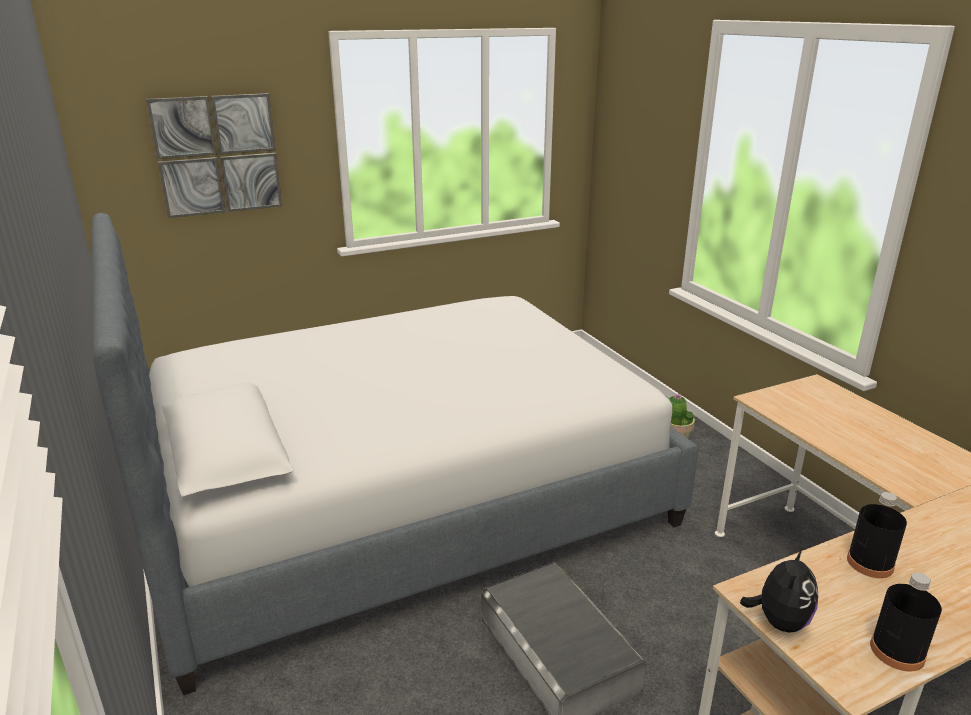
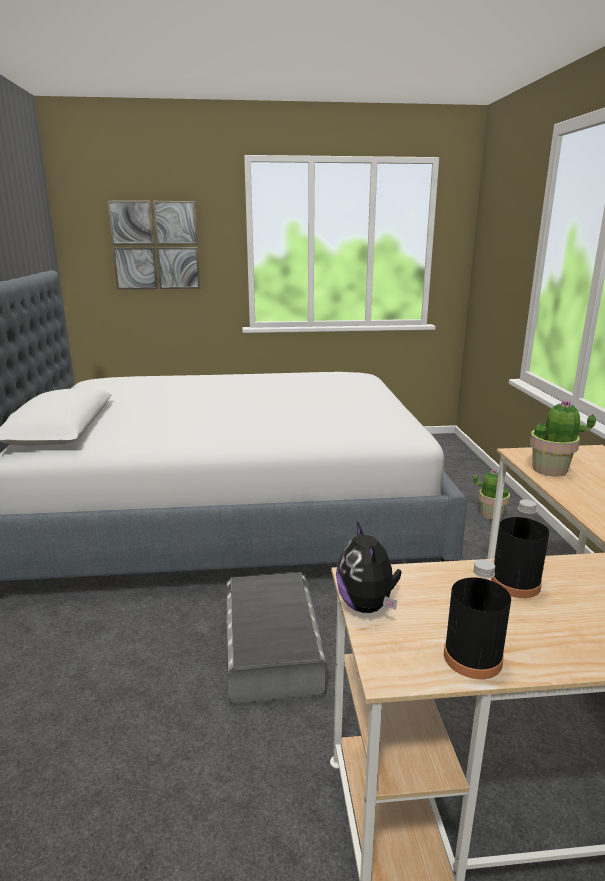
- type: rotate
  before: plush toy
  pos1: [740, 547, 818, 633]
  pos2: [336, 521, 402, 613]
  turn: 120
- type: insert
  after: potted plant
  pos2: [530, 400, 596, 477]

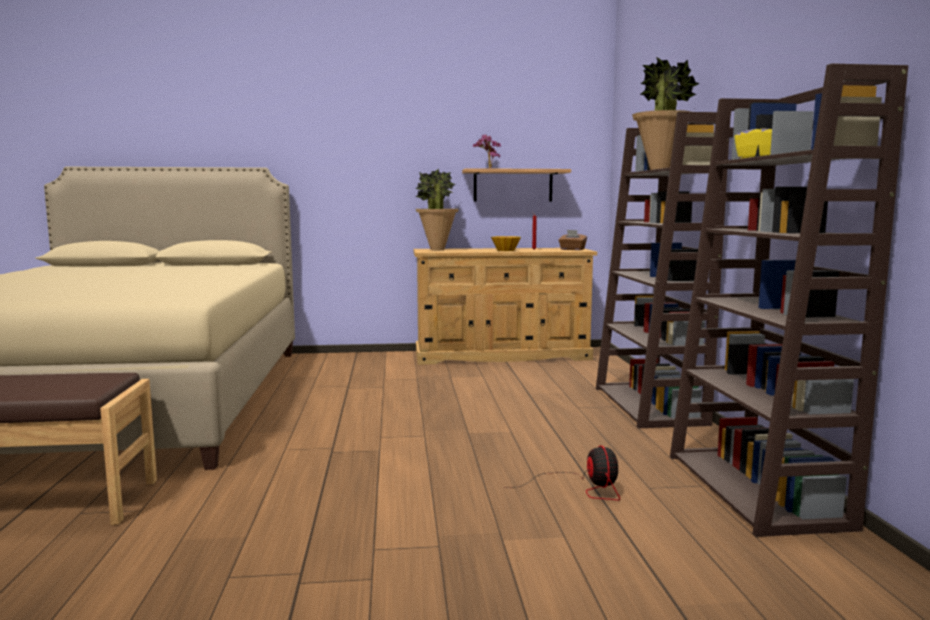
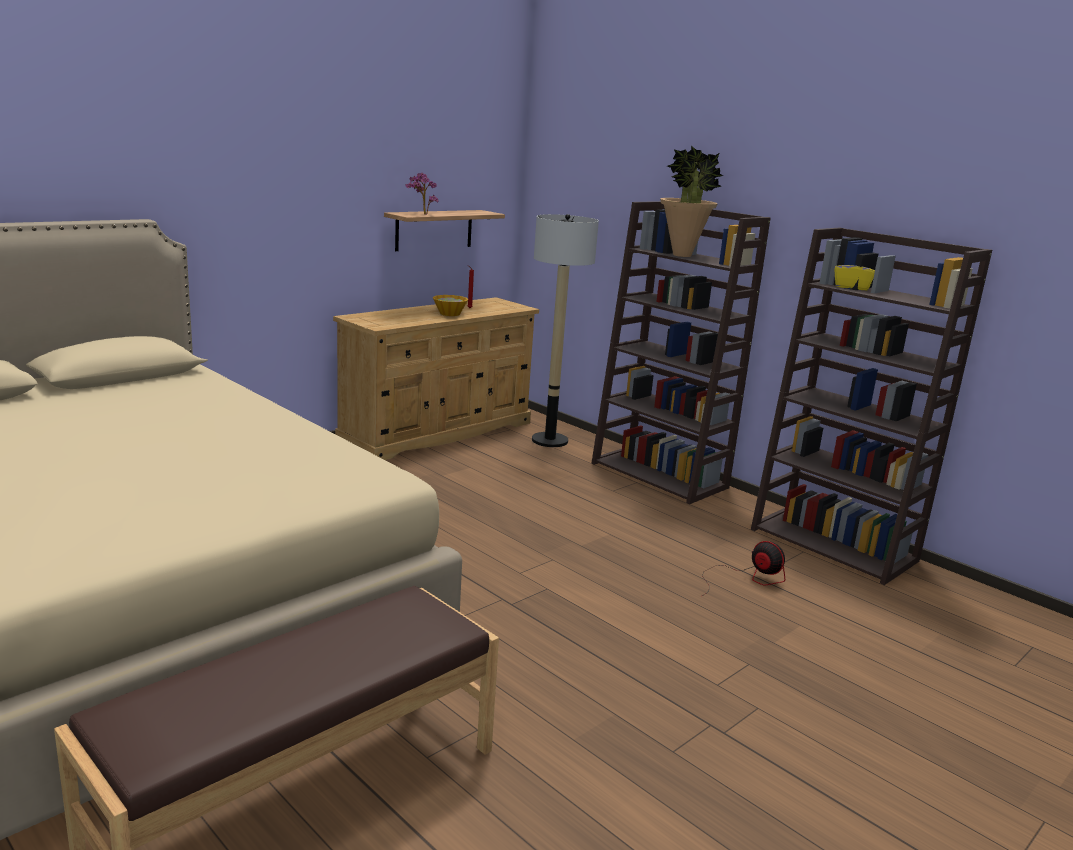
- type: delete
  before: potted plant
  pos1: [415, 169, 459, 250]
- type: delete
  before: brown tissue box
  pos1: [559, 230, 587, 250]
- type: insert
  after: floor lamp
  pos2: [532, 214, 599, 447]

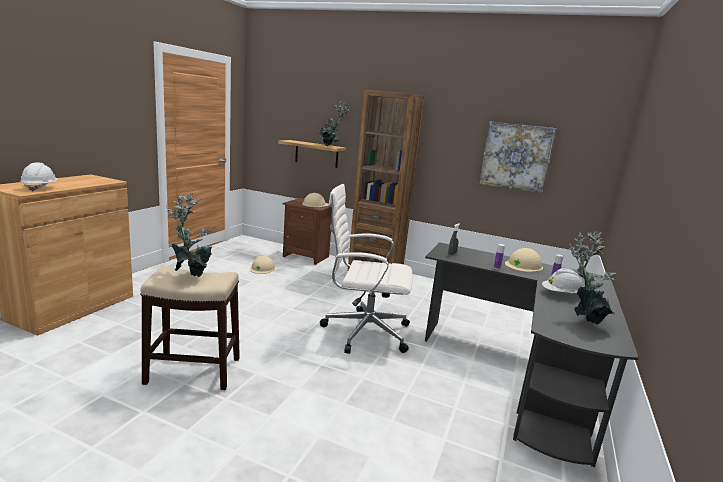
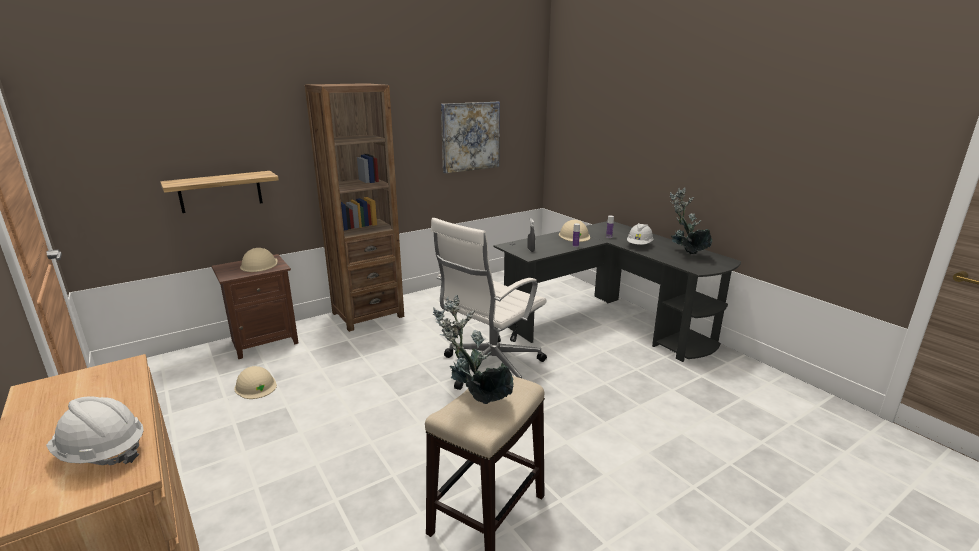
- type: delete
  before: potted plant
  pos1: [319, 100, 350, 146]

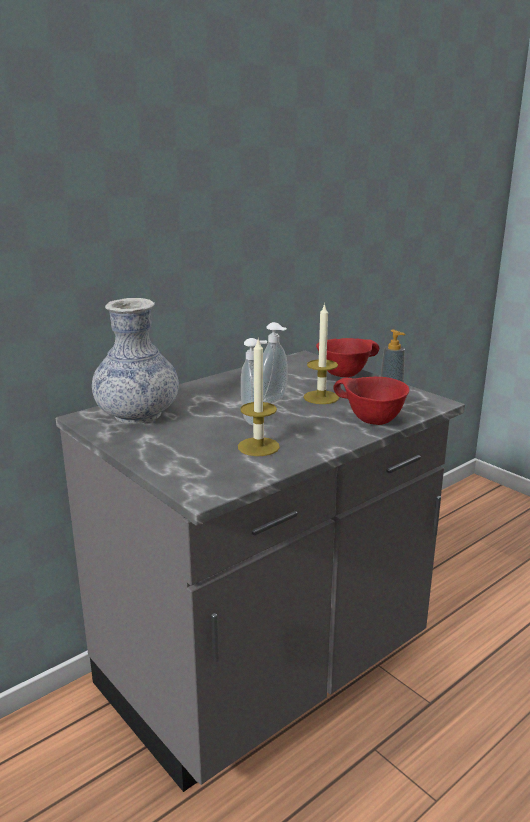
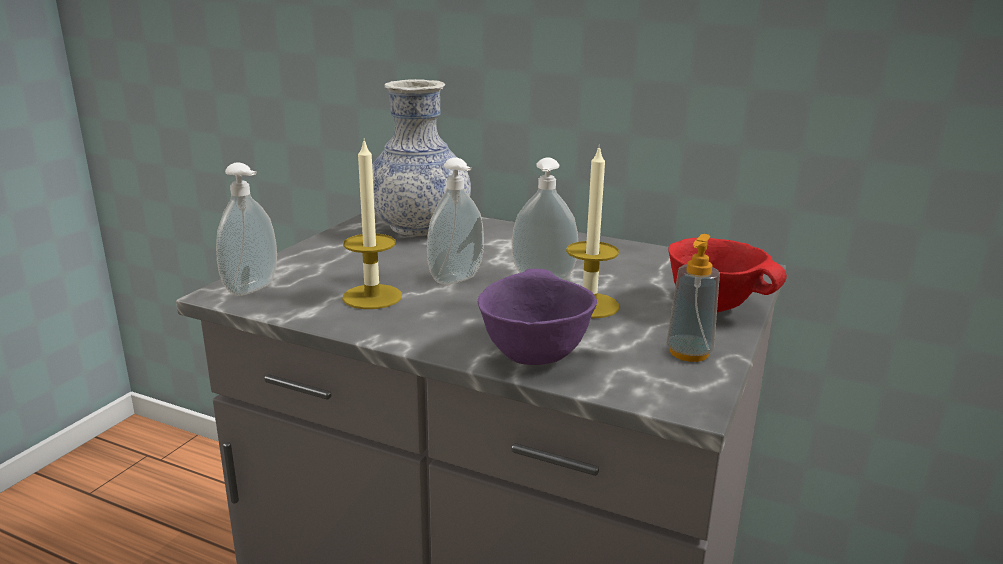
- type: recolor
  before: red bowl
  after: purple bowl
  pos1: [333, 377, 409, 425]
  pos2: [478, 269, 597, 365]
- type: insert
  after: soap dispenser
  pos2: [216, 162, 277, 296]

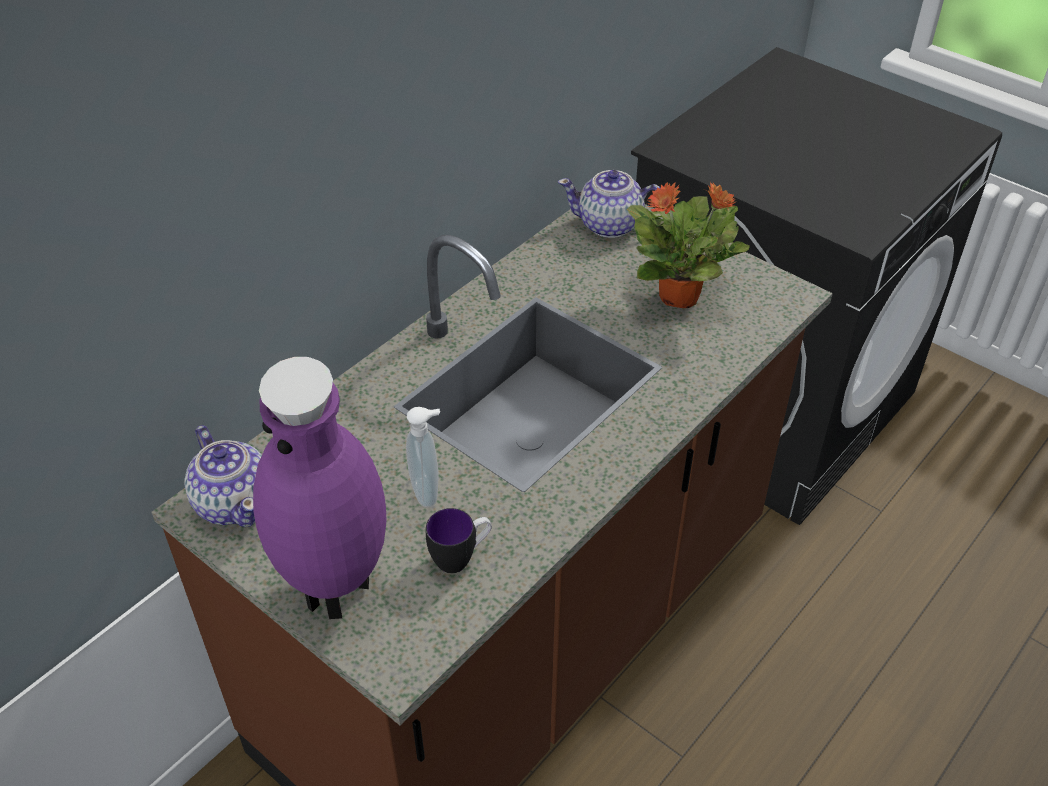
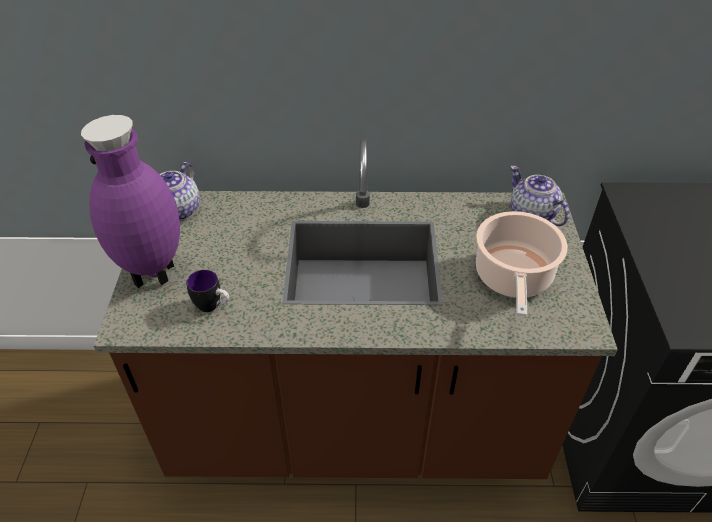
- type: delete
  before: soap dispenser
  pos1: [406, 407, 440, 507]
- type: replace
  before: potted plant
  after: cooking pot
  pos1: [627, 182, 750, 308]
  pos2: [476, 211, 568, 317]

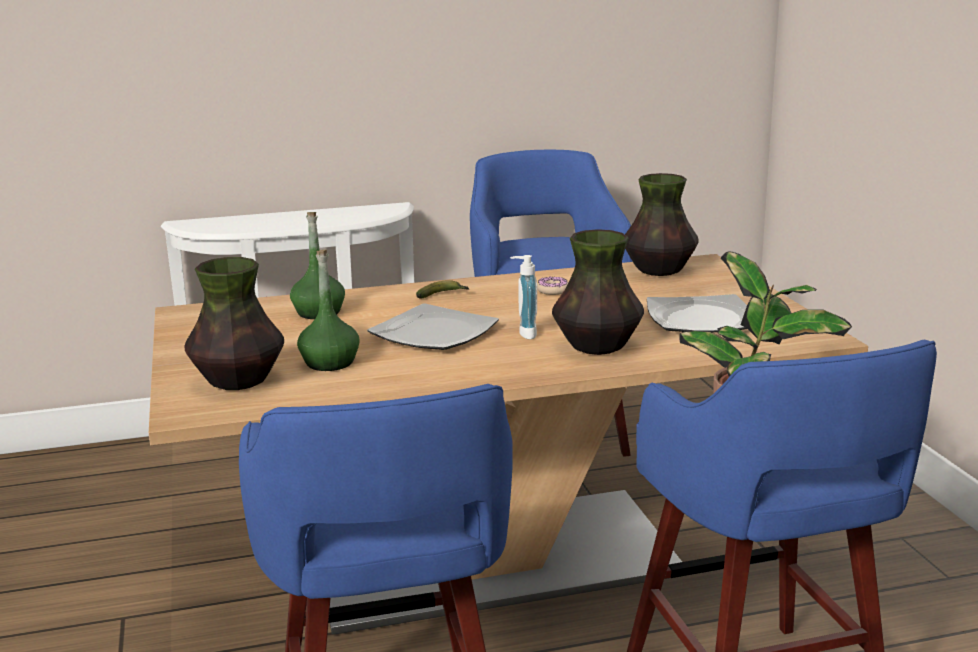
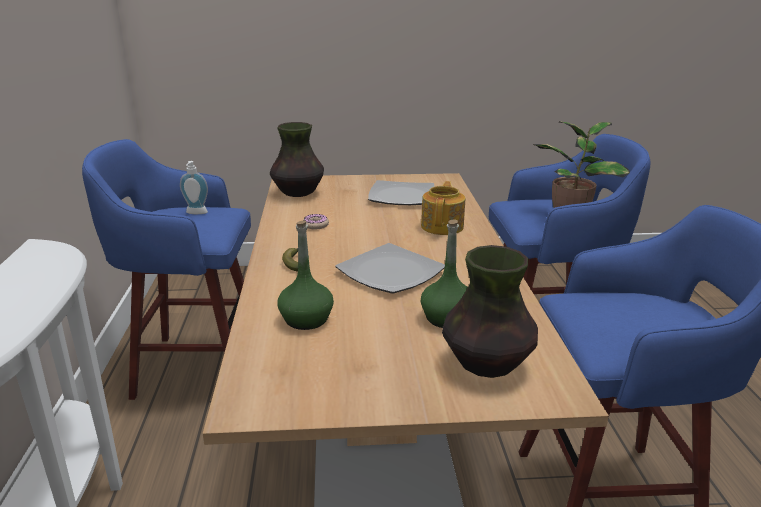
- type: move
  before: soap dispenser
  pos1: [510, 255, 537, 339]
  pos2: [180, 161, 208, 214]
- type: replace
  before: vase
  after: teapot
  pos1: [552, 229, 644, 355]
  pos2: [421, 181, 465, 235]

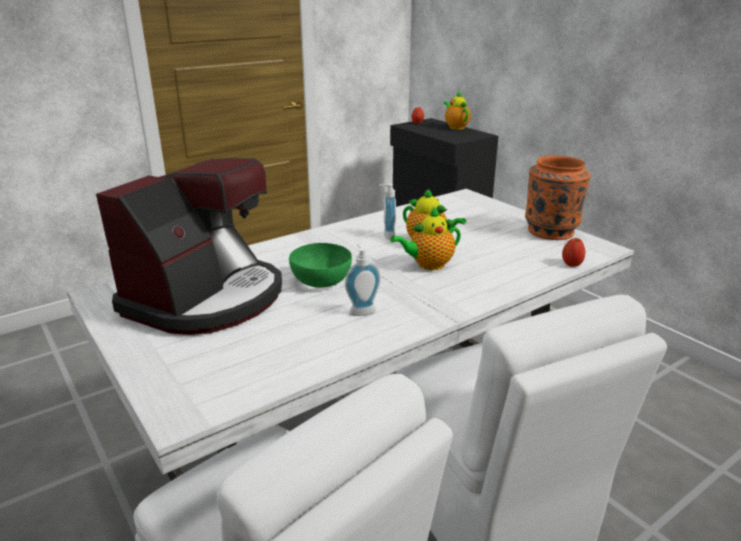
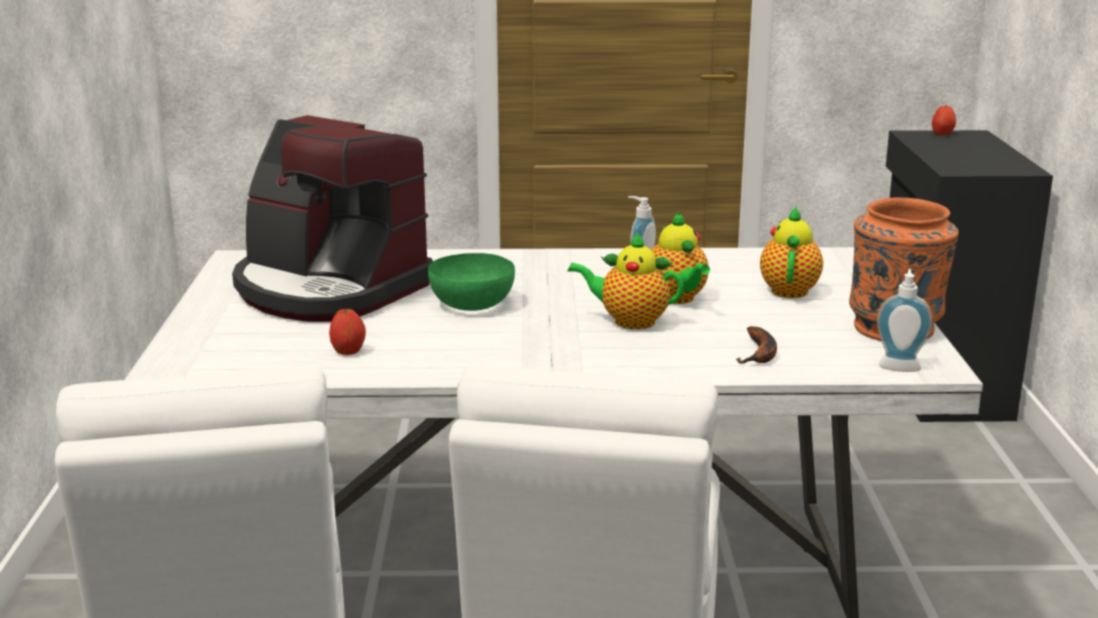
- type: rotate
  before: coffee machine
  pos1: [96, 158, 282, 335]
  pos2: [232, 115, 433, 322]
  turn: 60
- type: move
  before: soap dispenser
  pos1: [345, 244, 380, 316]
  pos2: [877, 269, 932, 372]
- type: move
  before: teapot
  pos1: [443, 91, 471, 130]
  pos2: [760, 206, 823, 298]
- type: move
  before: apple
  pos1: [562, 238, 586, 267]
  pos2: [329, 308, 366, 355]
- type: insert
  after: banana
  pos2: [736, 326, 777, 364]

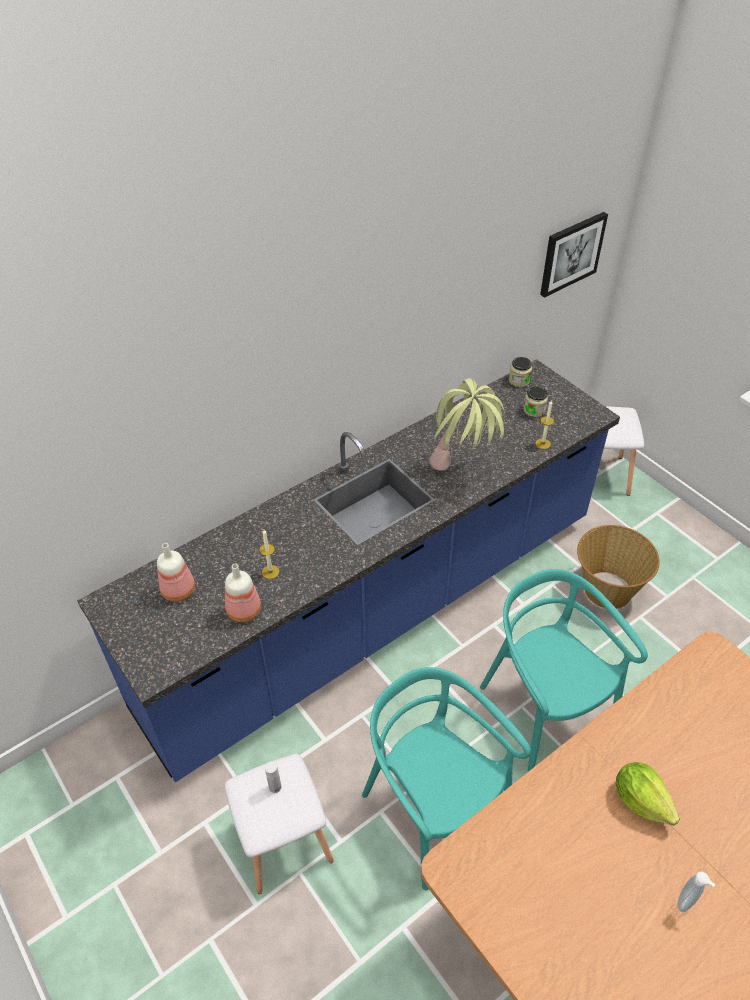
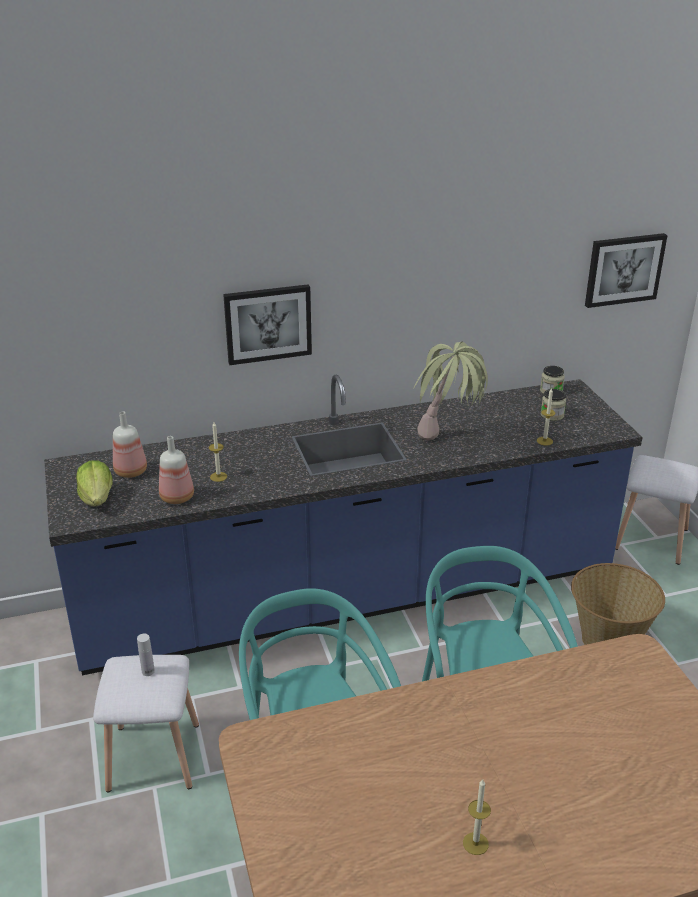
- type: move
  before: lettuce
  pos1: [616, 762, 680, 826]
  pos2: [76, 461, 113, 506]
- type: replace
  before: soap dispenser
  after: candle
  pos1: [677, 871, 715, 912]
  pos2: [463, 779, 491, 855]
- type: insert
  after: picture
  pos2: [223, 284, 312, 365]

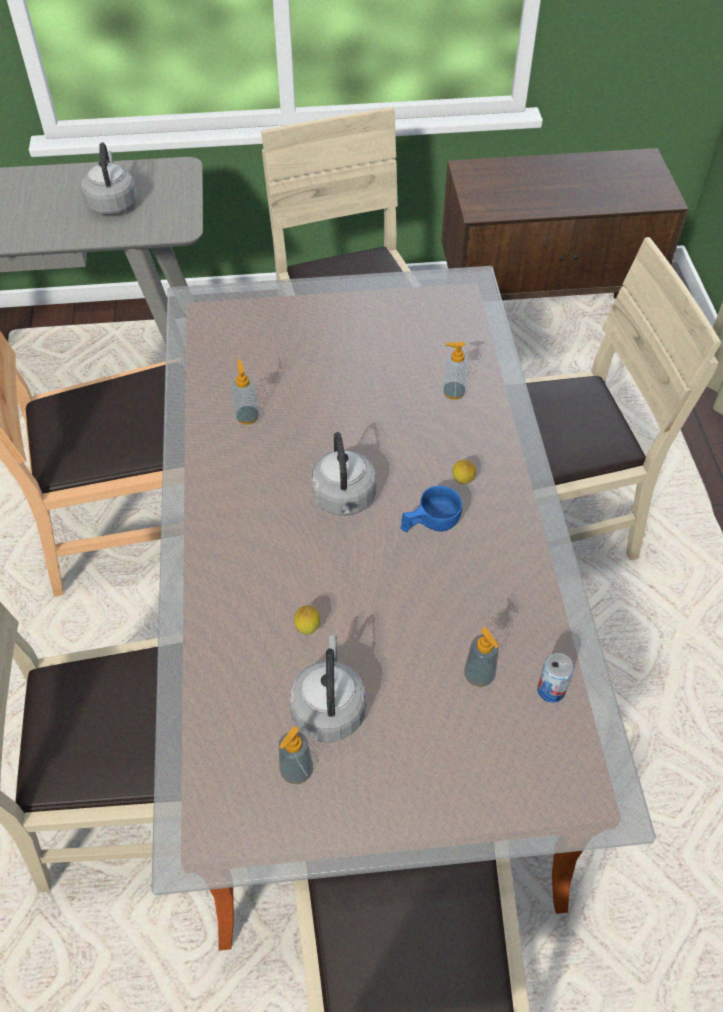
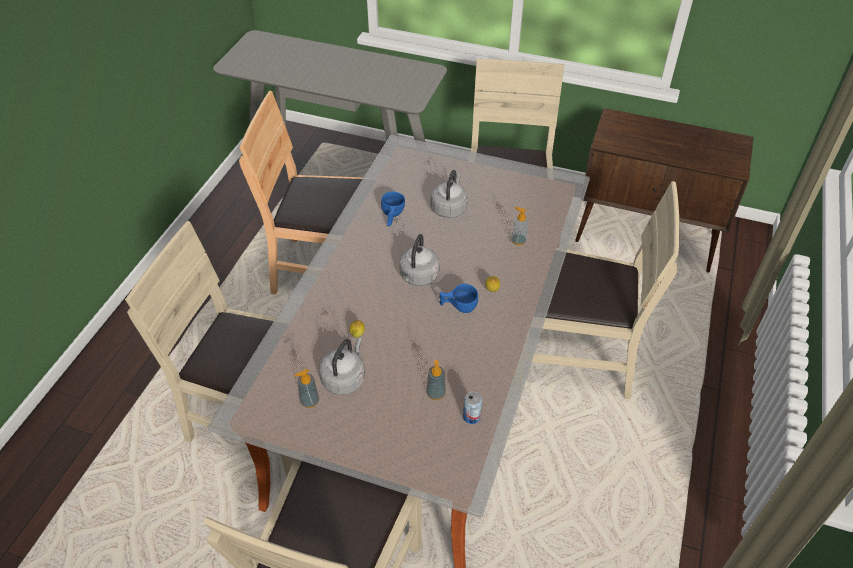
- type: move
  before: grey kettle
  pos1: [81, 143, 137, 215]
  pos2: [431, 170, 468, 218]
- type: replace
  before: soap dispenser
  after: blue cup
  pos1: [232, 359, 260, 424]
  pos2: [381, 191, 405, 226]

